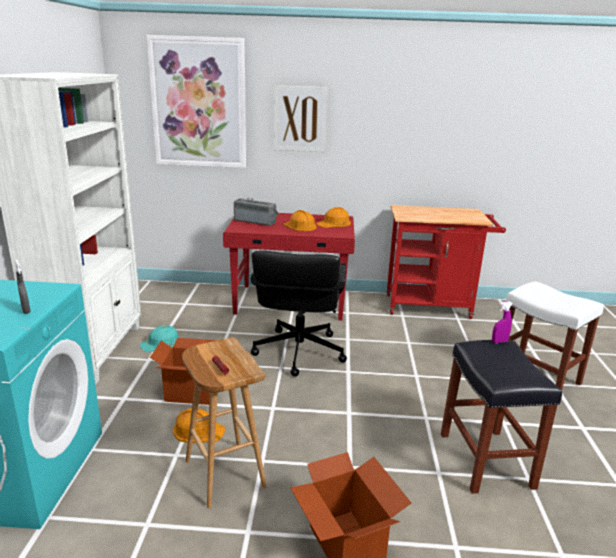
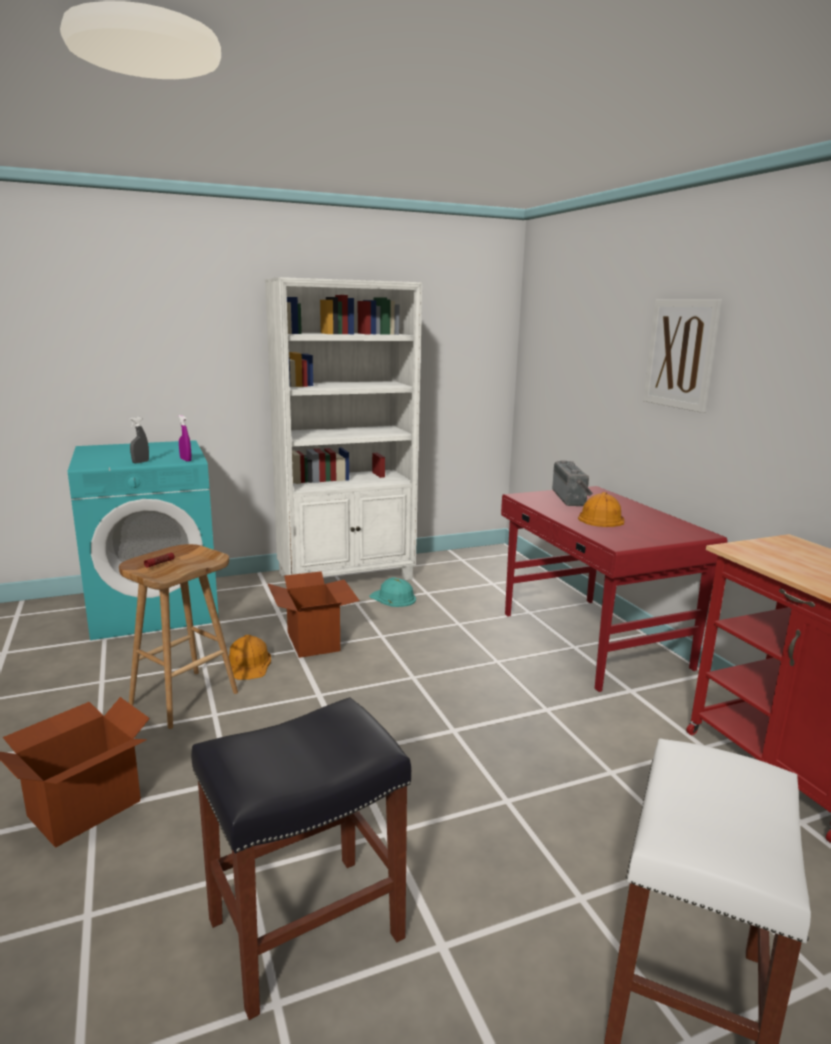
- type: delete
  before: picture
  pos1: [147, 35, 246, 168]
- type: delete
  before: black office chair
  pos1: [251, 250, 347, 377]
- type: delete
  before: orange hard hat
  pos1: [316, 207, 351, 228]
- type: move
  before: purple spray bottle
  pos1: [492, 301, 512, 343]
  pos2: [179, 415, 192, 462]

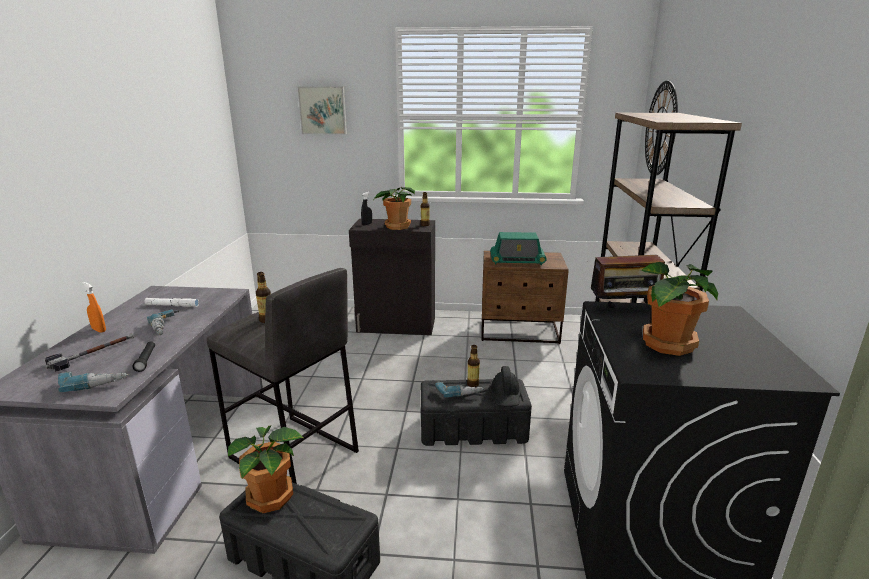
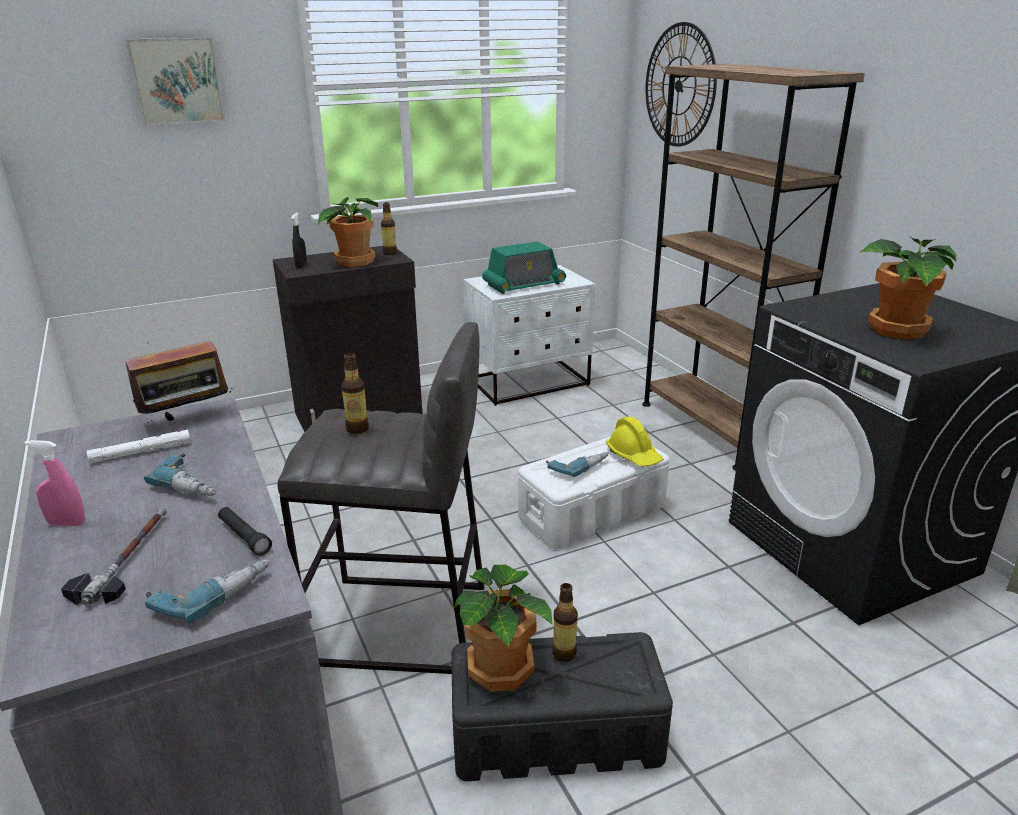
- type: recolor
  before: orange spray bottle
  after: pink spray bottle
  pos1: [82, 282, 106, 333]
  pos2: [24, 440, 85, 526]
- type: recolor
  before: black storage box
  after: white storage box
  pos1: [421, 379, 532, 446]
  pos2: [518, 437, 670, 550]
- type: move
  before: bottle
  pos1: [467, 345, 480, 387]
  pos2: [552, 583, 578, 662]
- type: recolor
  before: brown nightstand
  after: white nightstand
  pos1: [481, 251, 569, 344]
  pos2: [463, 265, 596, 406]
- type: recolor
  before: black hard hat
  after: yellow hard hat
  pos1: [489, 366, 521, 407]
  pos2: [606, 417, 664, 466]
- type: move
  before: radio
  pos1: [587, 242, 665, 310]
  pos2: [118, 335, 233, 423]

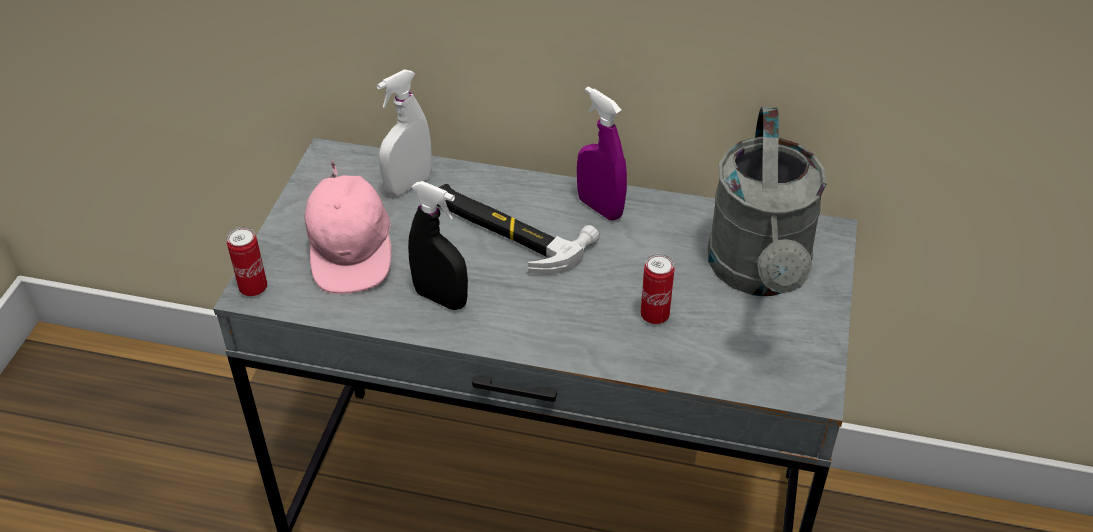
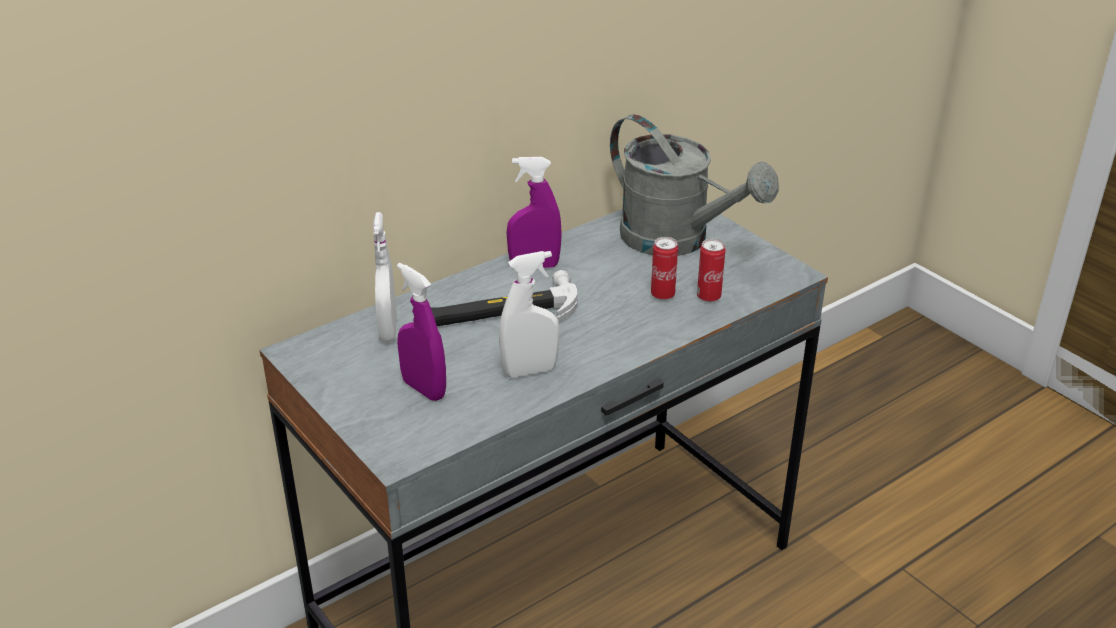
- type: move
  before: can
  pos1: [227, 227, 267, 296]
  pos2: [697, 239, 726, 302]
- type: replace
  before: pink cap
  after: purple spray bottle
  pos1: [304, 160, 391, 294]
  pos2: [397, 263, 446, 401]
- type: recolor
  before: black spray bottle
  after: white spray bottle
  pos1: [408, 181, 468, 310]
  pos2: [499, 251, 559, 378]

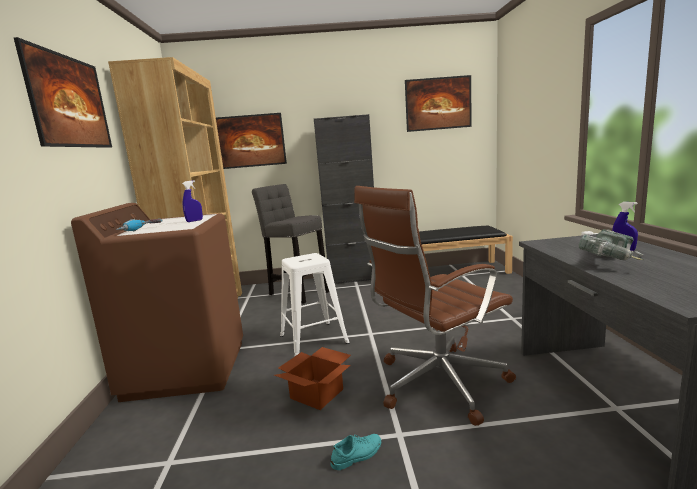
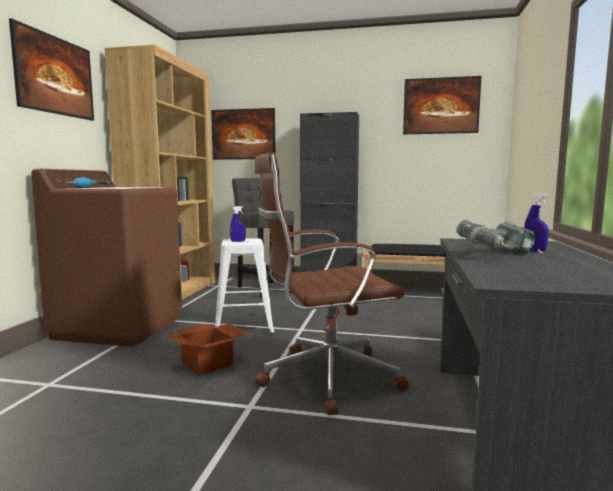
- type: move
  before: blue spray bottle
  pos1: [182, 180, 203, 222]
  pos2: [230, 206, 246, 242]
- type: delete
  before: turquoise shoe
  pos1: [331, 434, 381, 470]

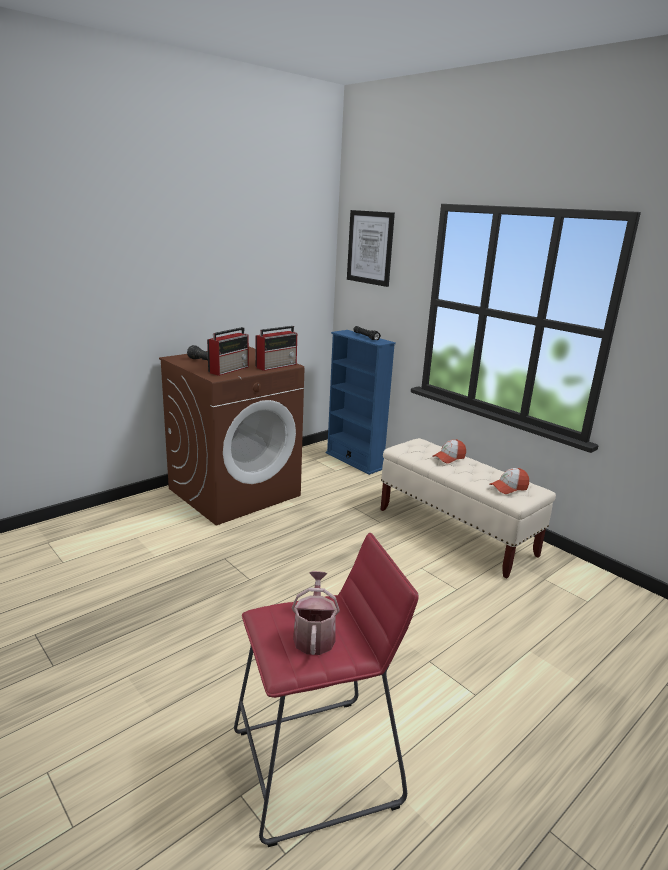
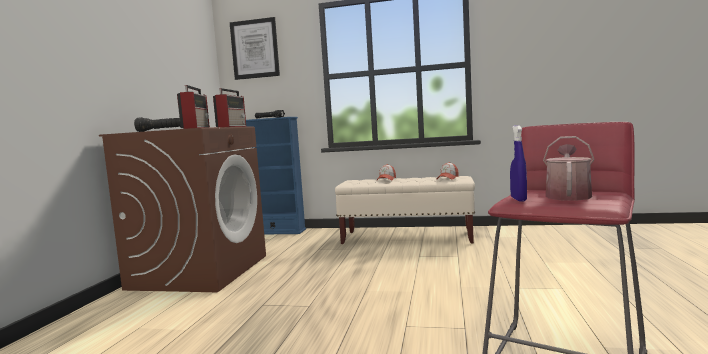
- type: rotate
  before: watering can
  pos1: [292, 571, 340, 655]
  pos2: [543, 136, 595, 201]
  turn: 60
- type: insert
  after: blue spray bottle
  pos2: [510, 125, 527, 202]

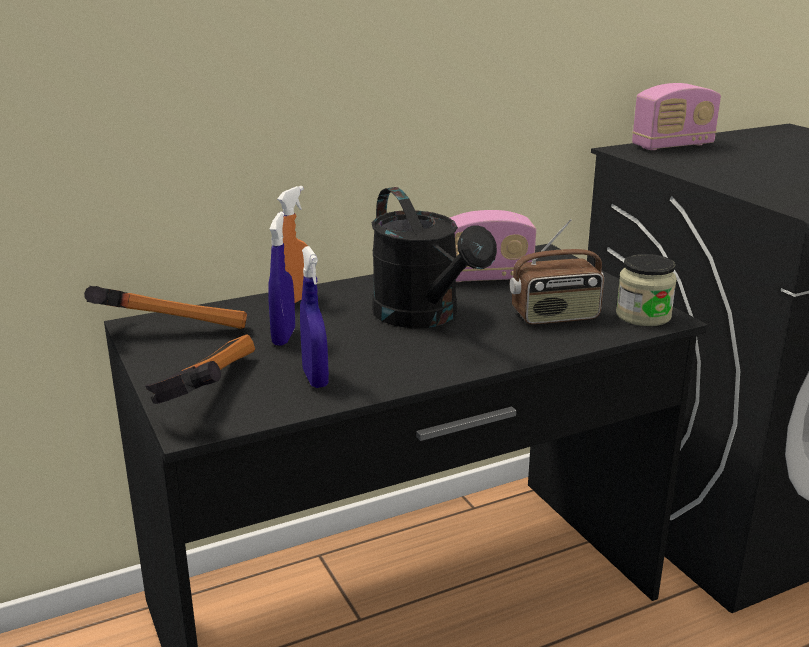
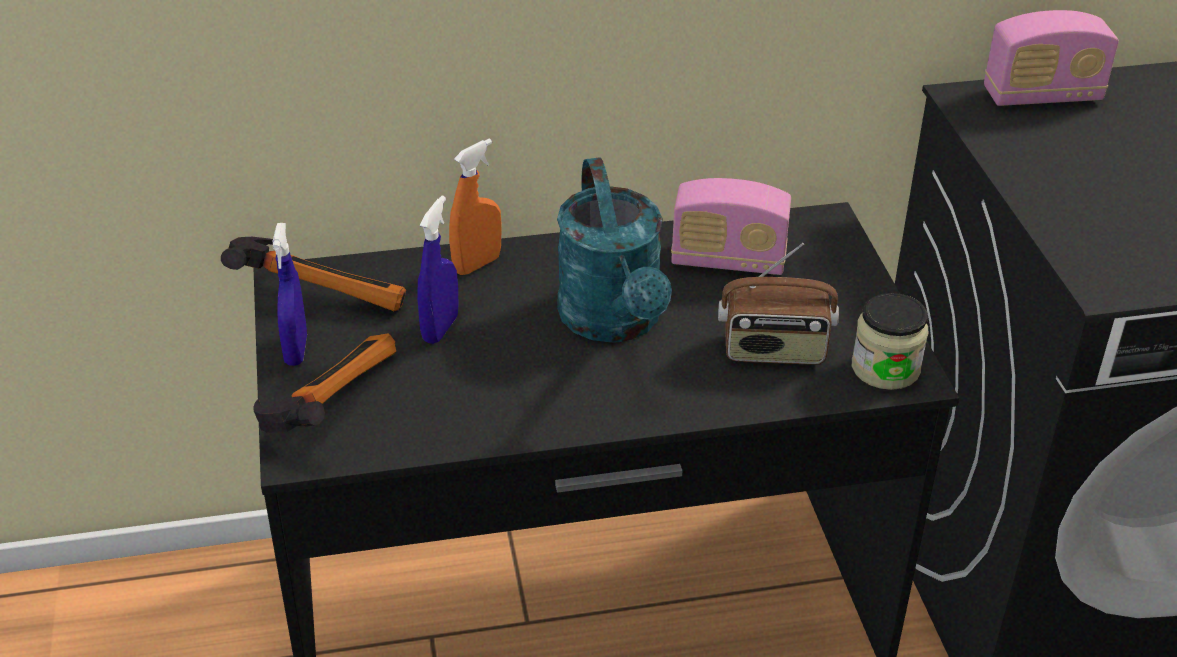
- type: move
  before: blue spray bottle
  pos1: [300, 246, 329, 388]
  pos2: [272, 223, 307, 366]
- type: recolor
  before: black watering can
  after: turquoise watering can
  pos1: [372, 187, 497, 328]
  pos2: [557, 157, 672, 343]

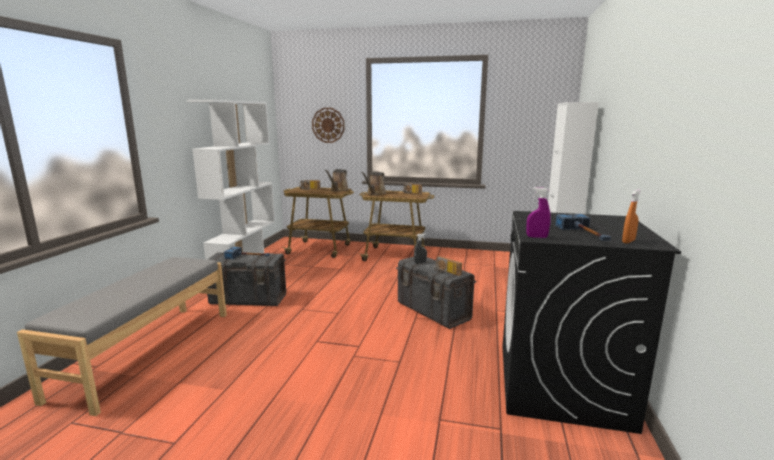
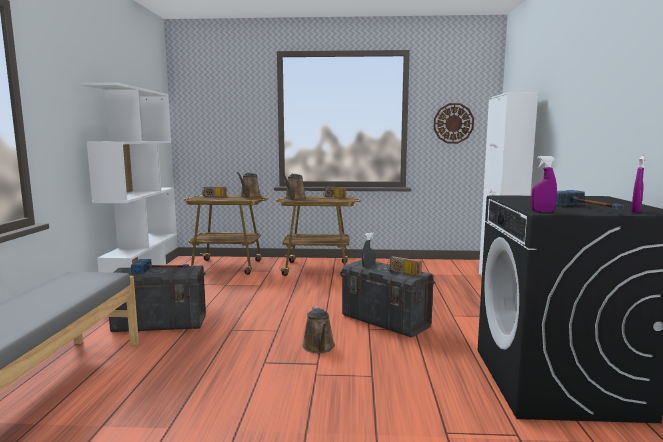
- type: move
  before: wall clock
  pos1: [312, 108, 345, 143]
  pos2: [434, 103, 474, 144]
- type: recolor
  before: orange spray bottle
  after: purple spray bottle
  pos1: [622, 190, 641, 243]
  pos2: [631, 156, 645, 213]
- type: insert
  after: brown watering can
  pos2: [302, 306, 335, 353]

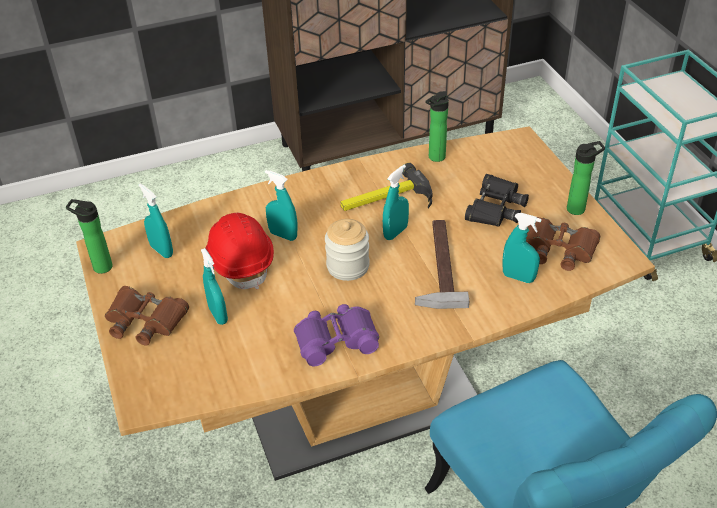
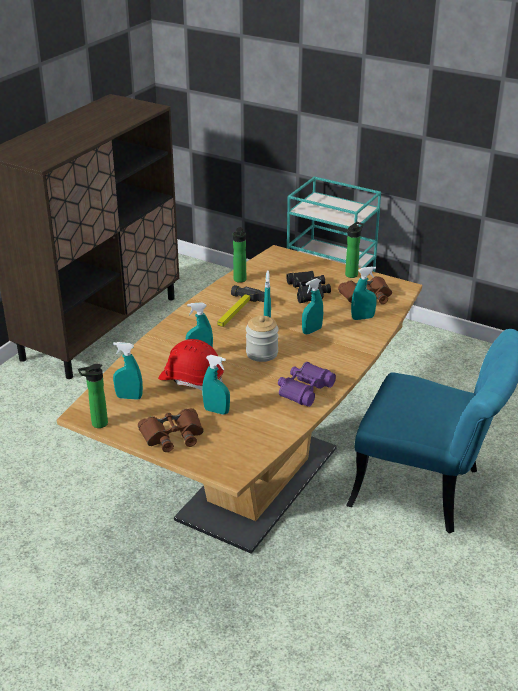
- type: replace
  before: hammer
  after: turquoise spray bottle
  pos1: [415, 220, 469, 309]
  pos2: [302, 278, 323, 334]

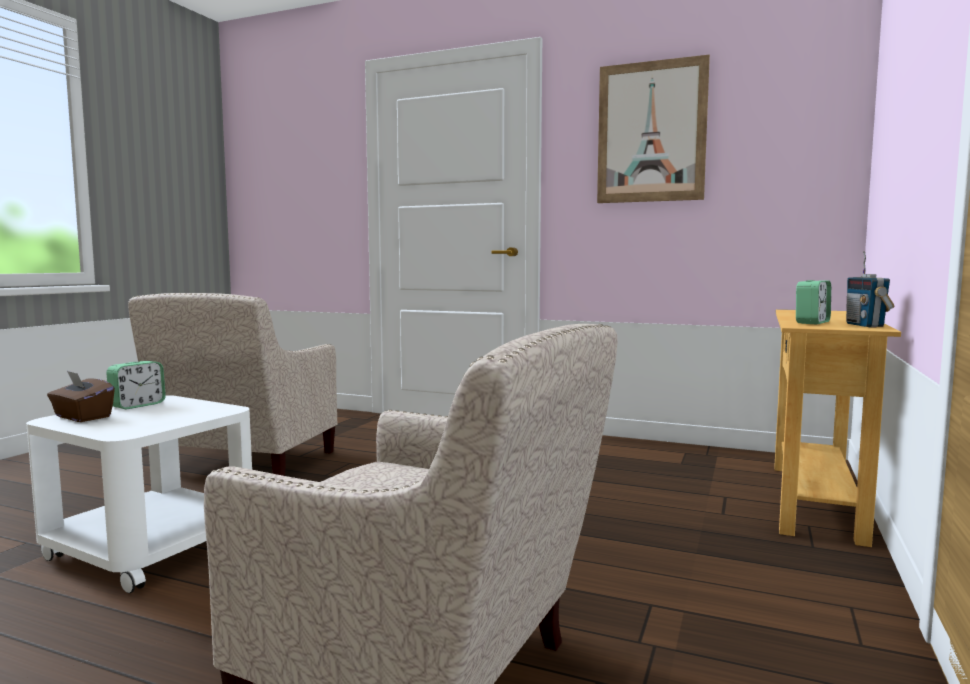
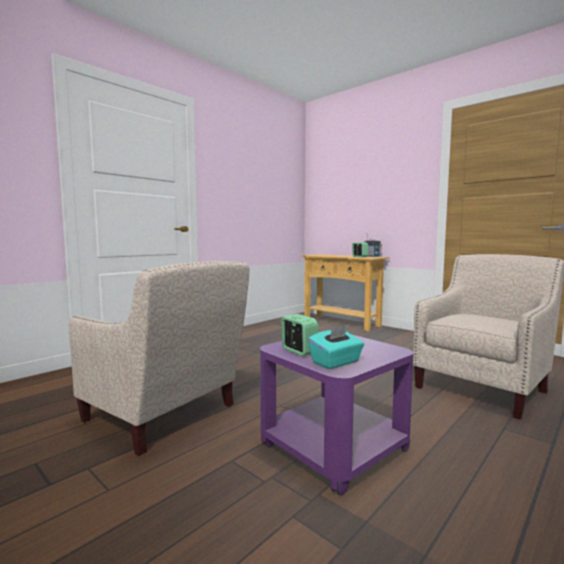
- type: recolor
  before: white side table
  after: purple side table
  pos1: [26, 395, 252, 593]
  pos2: [260, 331, 414, 496]
- type: recolor
  before: brown tissue box
  after: turquoise tissue box
  pos1: [47, 371, 115, 422]
  pos2: [308, 325, 364, 369]
- type: delete
  before: picture
  pos1: [597, 55, 710, 203]

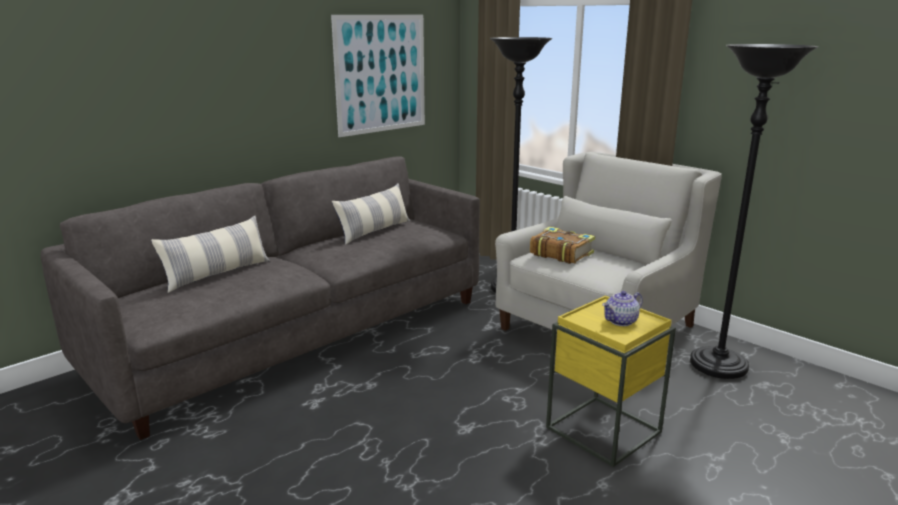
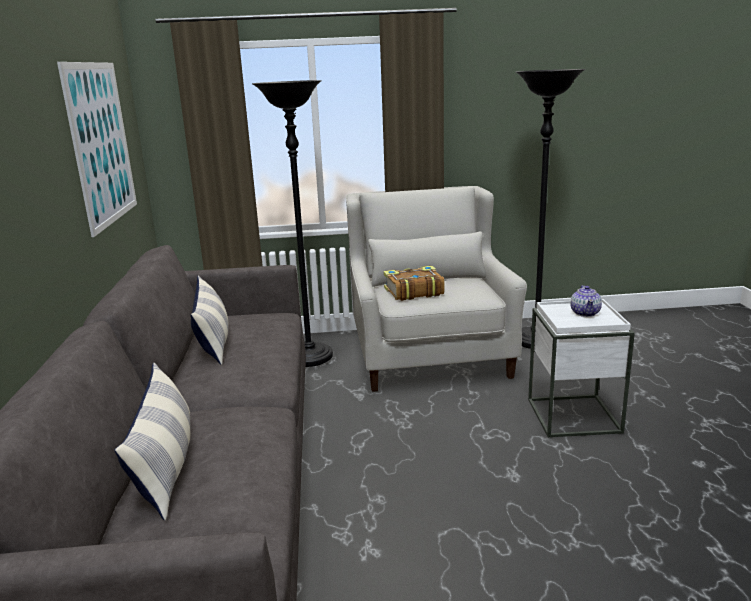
- type: recolor
  before: yellow side table
  after: white side table
  pos1: [546, 295, 676, 467]
  pos2: [528, 299, 635, 437]

